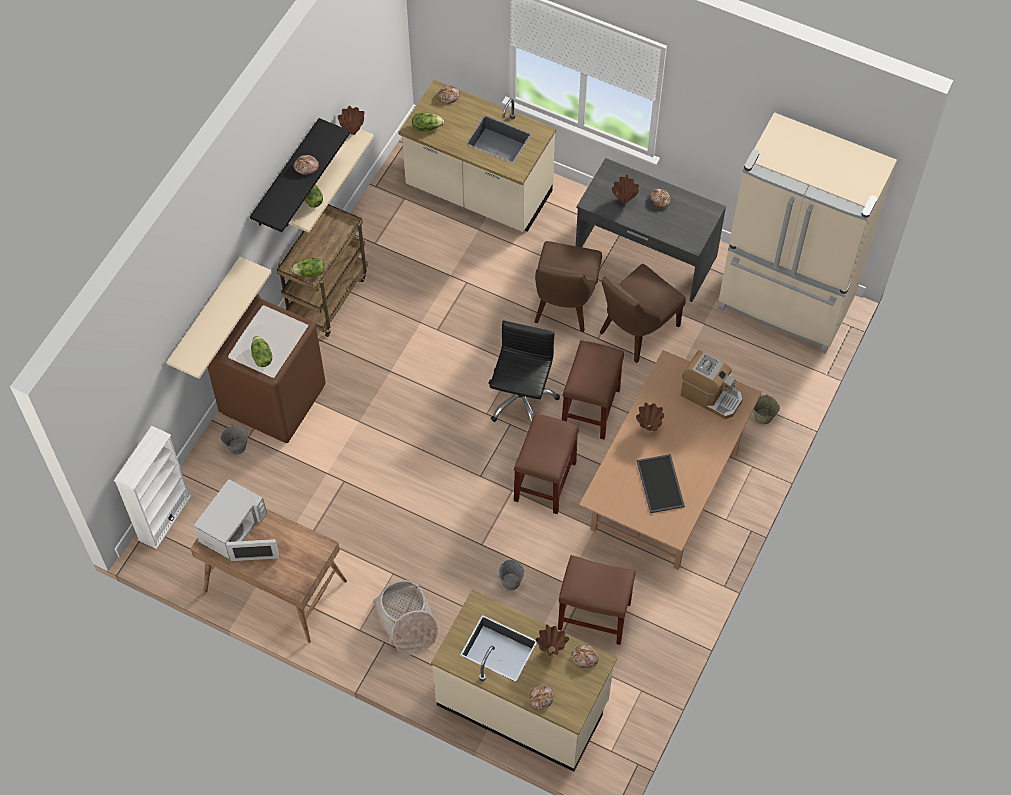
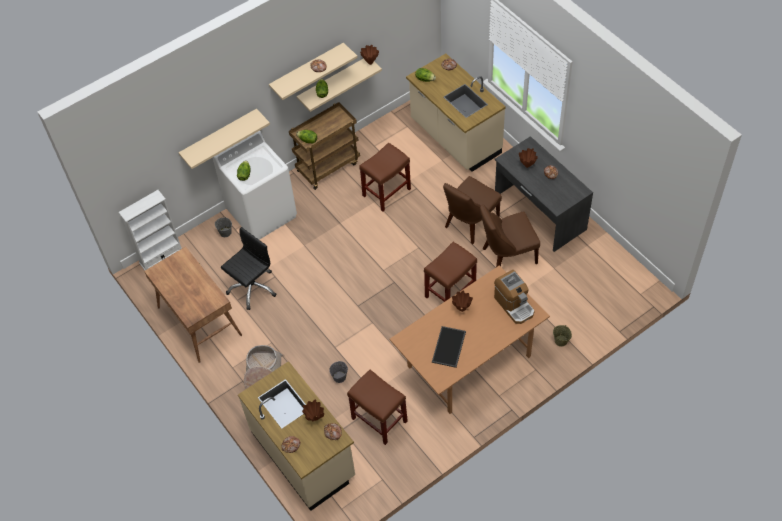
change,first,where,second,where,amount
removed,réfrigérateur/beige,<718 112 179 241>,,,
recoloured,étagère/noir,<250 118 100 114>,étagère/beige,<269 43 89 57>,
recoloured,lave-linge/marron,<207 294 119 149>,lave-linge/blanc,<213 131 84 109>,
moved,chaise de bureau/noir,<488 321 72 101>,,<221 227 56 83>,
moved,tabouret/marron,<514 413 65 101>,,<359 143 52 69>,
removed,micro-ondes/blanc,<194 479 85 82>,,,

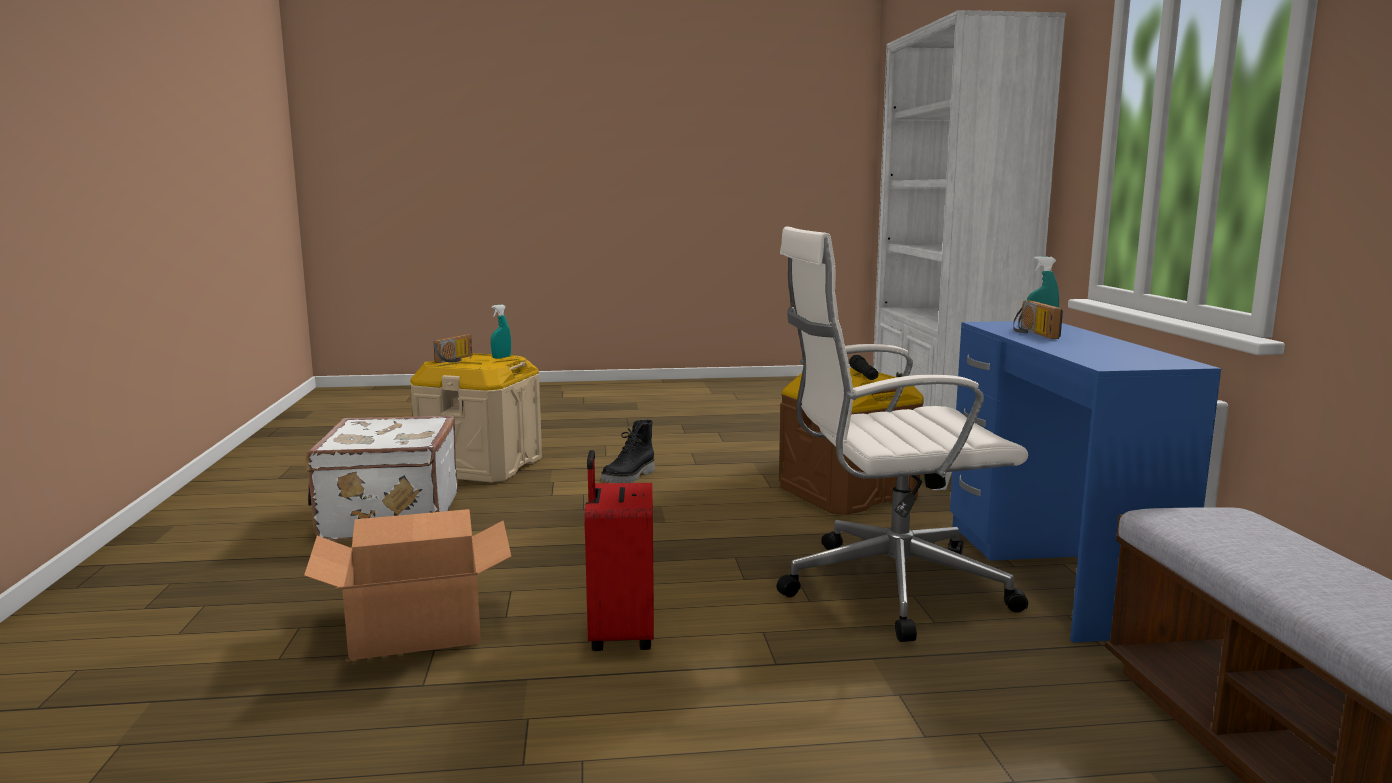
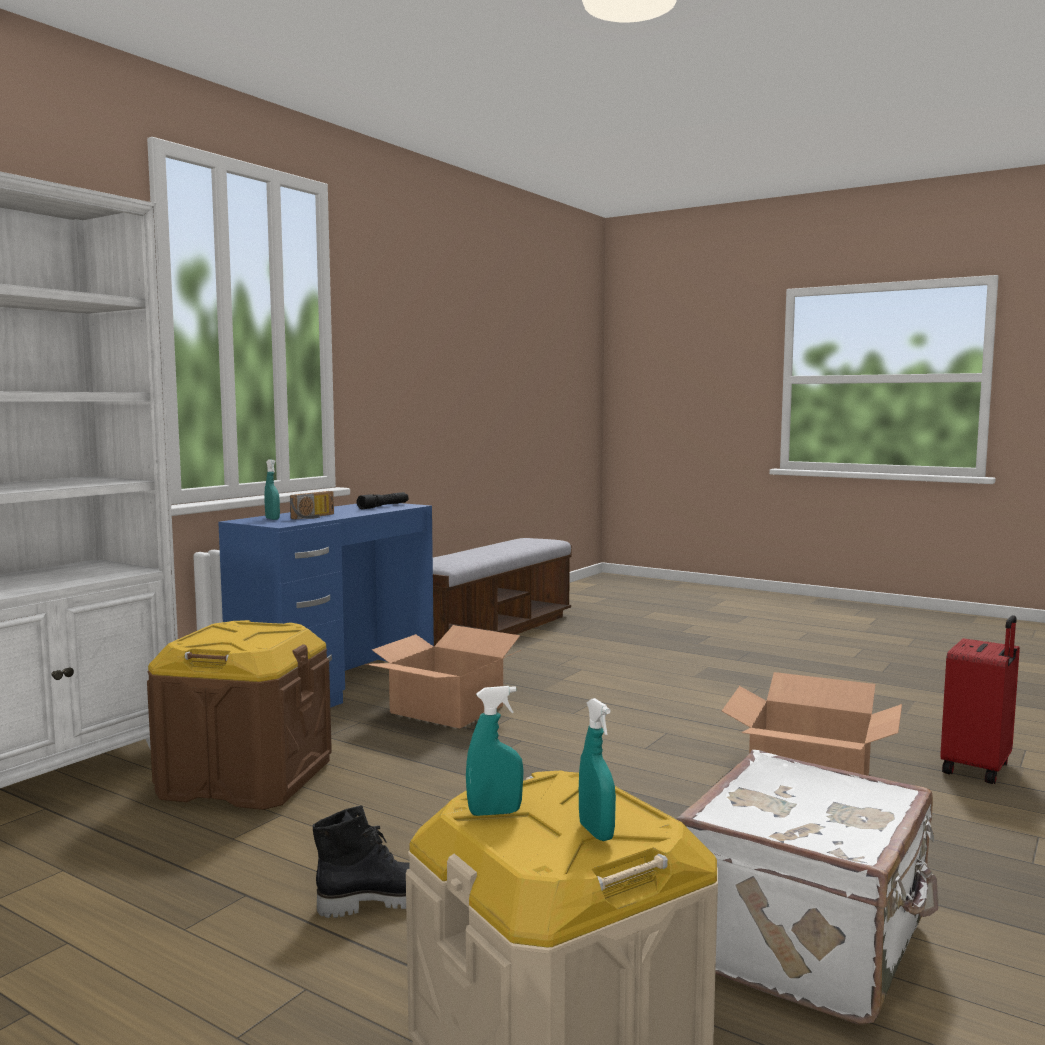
change,first,where,second,where,amount
replaced,chaise de bureau/blanc,<777 226 251 416>,carton,<365 625 156 103>,
replaced,radio,<434 334 39 29>,vaporisateur/turquoise,<579 698 37 143>,
moved,lampe de poche/noir,<849 355 29 25>,,<357 492 52 17>,
moved,valise/rouge,<584 450 70 201>,,<940 615 80 169>,

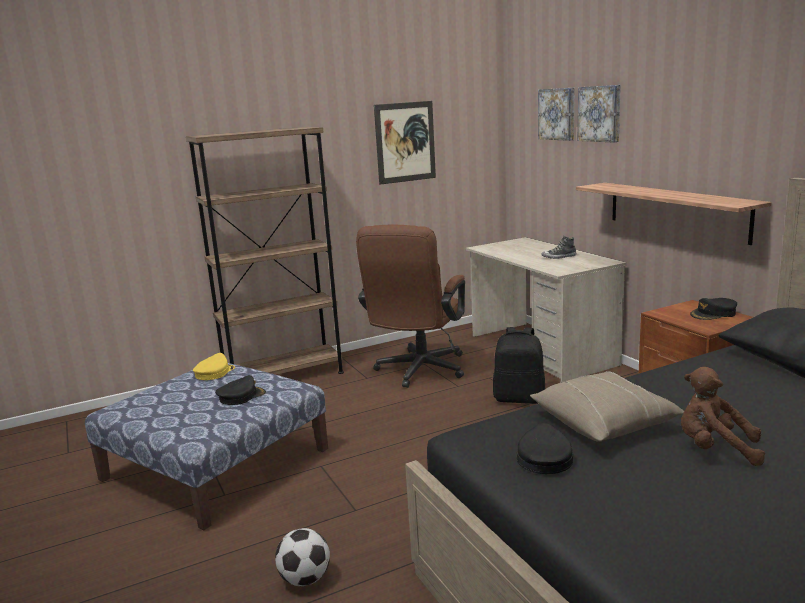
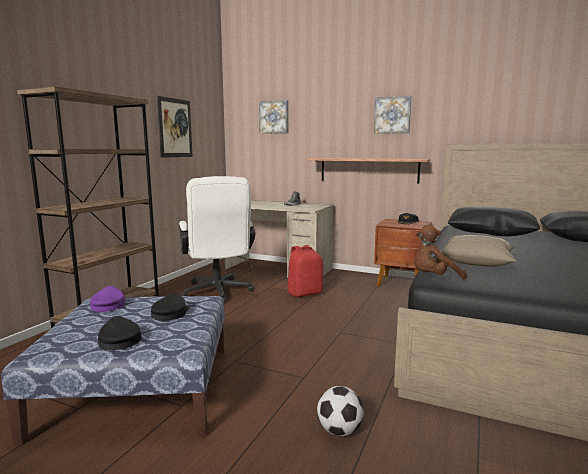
change,first,where,second,where,amount
moved,tableau,<578 85 43 58>,,<374 96 38 38>,
recoloured,chaise de bureau/marron,<356 225 109 163>,chaise de bureau/blanc,<179 176 76 127>,
recoloured,sac à dos/noir,<493 327 52 77>,sac à dos/rouge,<287 245 36 52>,
recoloured,casquette/jaune,<193 353 42 27>,casquette/violet,<90 286 36 26>,
moved,peluche/marron,<681 367 84 99>,,<414 225 53 55>,
moved,casquette/noir,<517 423 56 51>,,<98 316 43 34>,

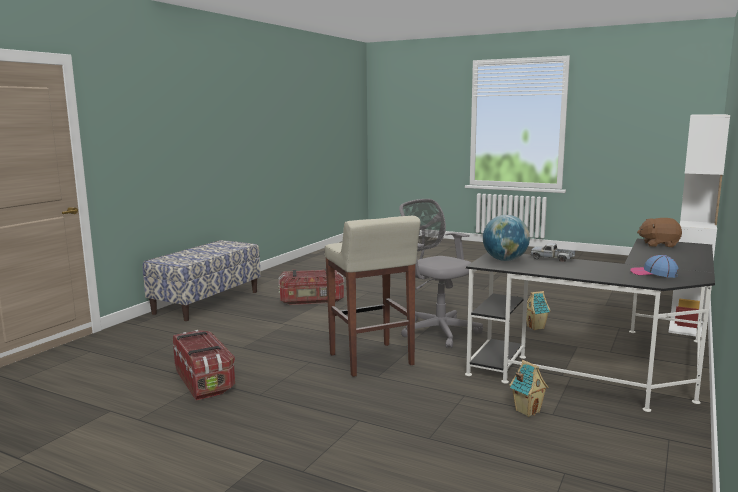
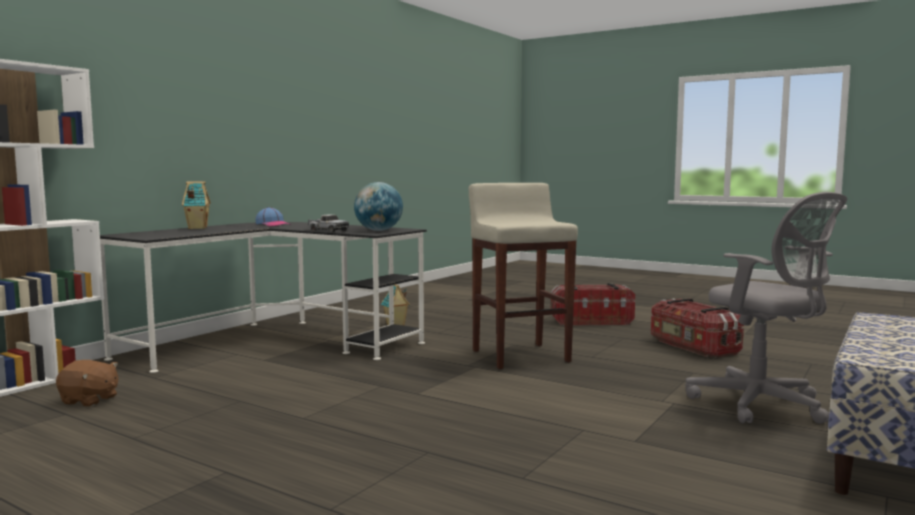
change,first,where,second,where,amount
moved,chaise de bureau/gris,<399 199 84 149>,,<685 192 162 232>,
moved,peluche/marron,<637 218 45 29>,,<56 360 63 46>,
moved,boîte de rangement,<278 268 66 37>,,<551 283 84 43>,
moved,maison miniature,<526 291 24 39>,,<182 181 29 48>,

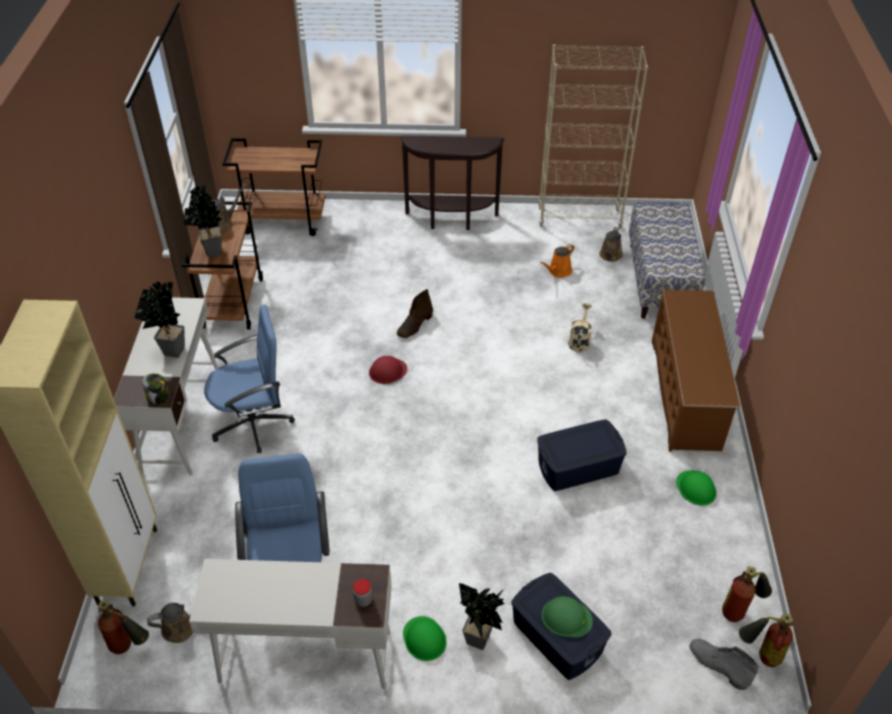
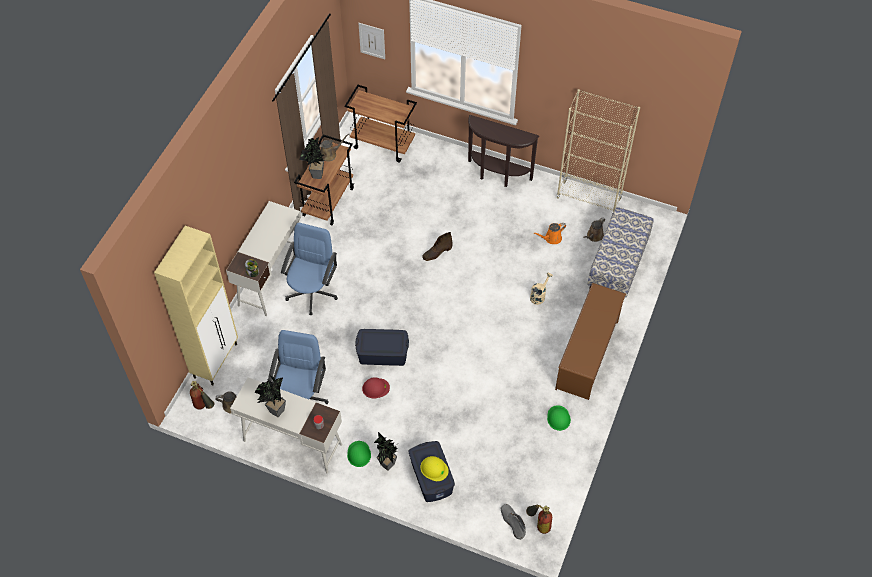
change,first,where,second,where,amount
moved,plante en pot,<134 281 51 77>,,<255 376 31 41>,
turned,chaise de bureau/bleu,<204 305 91 148>,,<281 223 57 93>,75 degrees counterclockwise
moved,casque de chantier/rouge,<369 356 38 28>,,<362 377 28 22>,
moved,boîte de rangement/bleu,<537 419 90 72>,,<355 329 54 37>,
removed,extincteur,<722 566 50 56>,,,
recoloured,casque de chantier/vert,<542 596 51 42>,casque de chantier/jaune,<420 456 29 25>,
added,,,tableau,<358 23 27 36>,

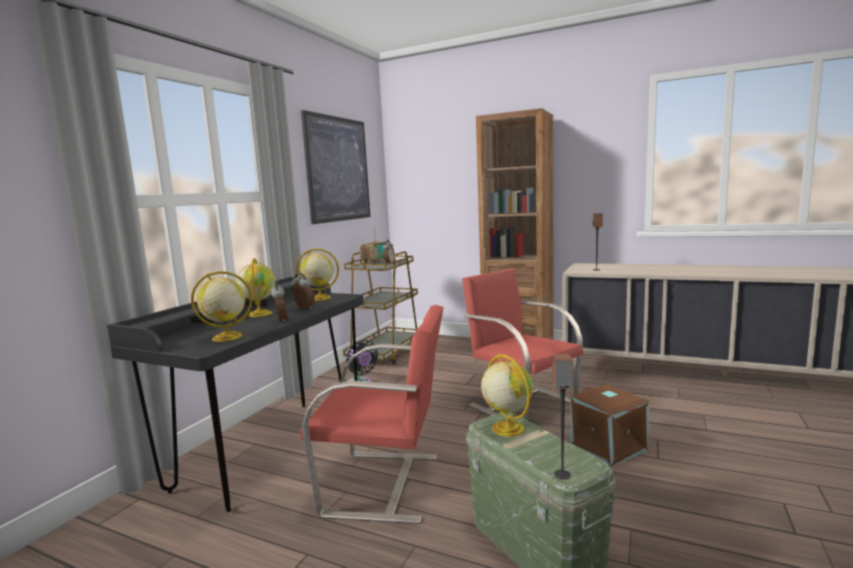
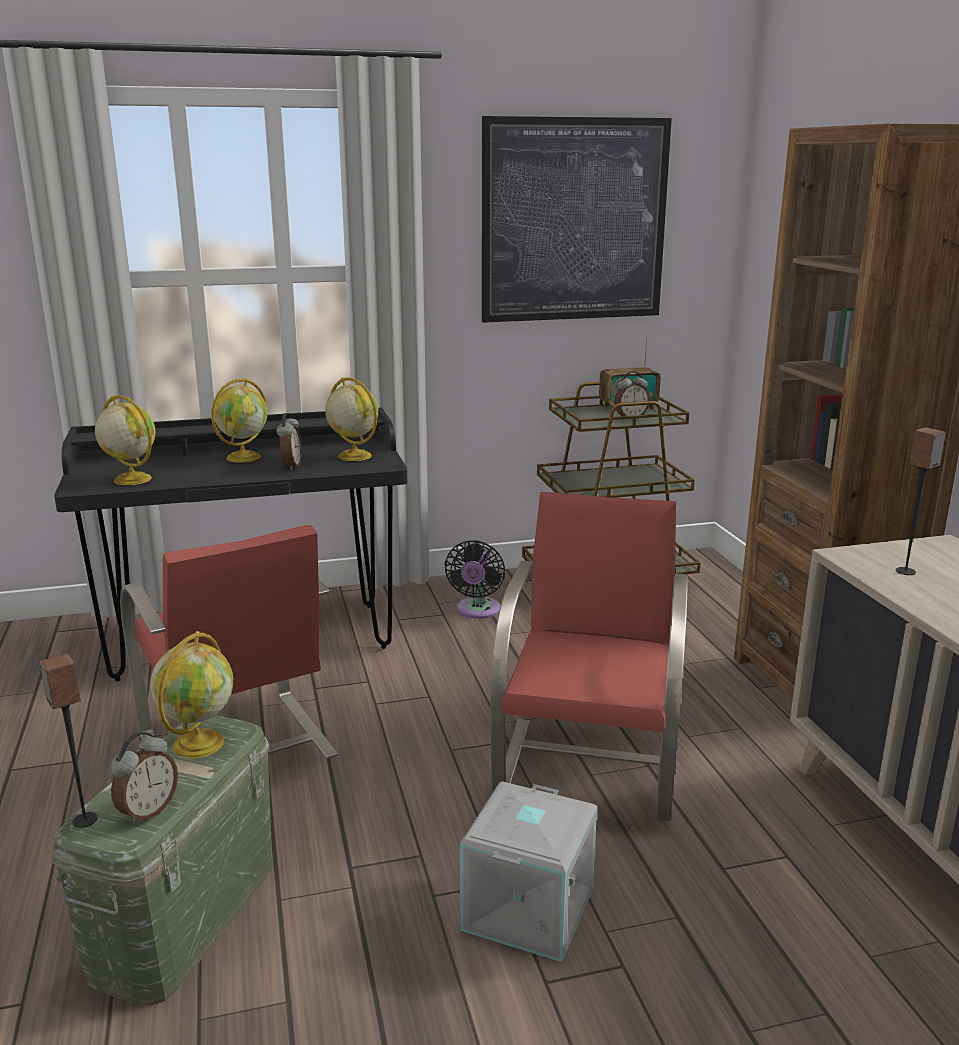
change,first,where,second,where,amount
moved,réveil,<271 281 17 42>,,<111 732 67 93>,
recoloured,boîte de rangement/marron,<571 384 78 83>,boîte de rangement/gris,<460 781 137 181>,

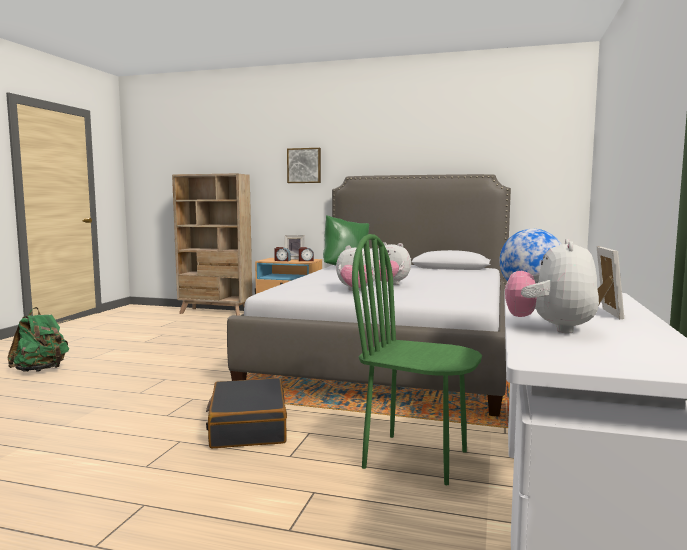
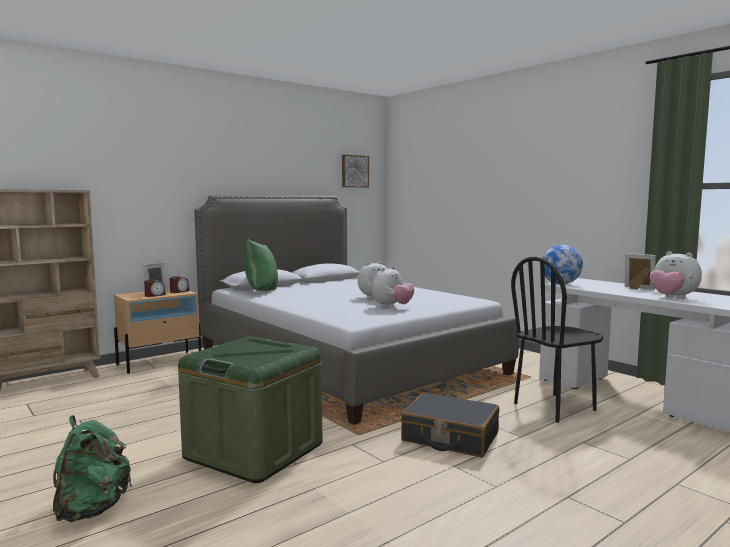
change,first,where,second,where,amount
moved,tableau,<287 148 34 35>,,<342 155 27 33>,
recoloured,chaise/vert,<352 234 130 251>,chaise/noir,<511 257 92 166>,
added,,,boîte de rangement/vert,<178 336 144 147>,

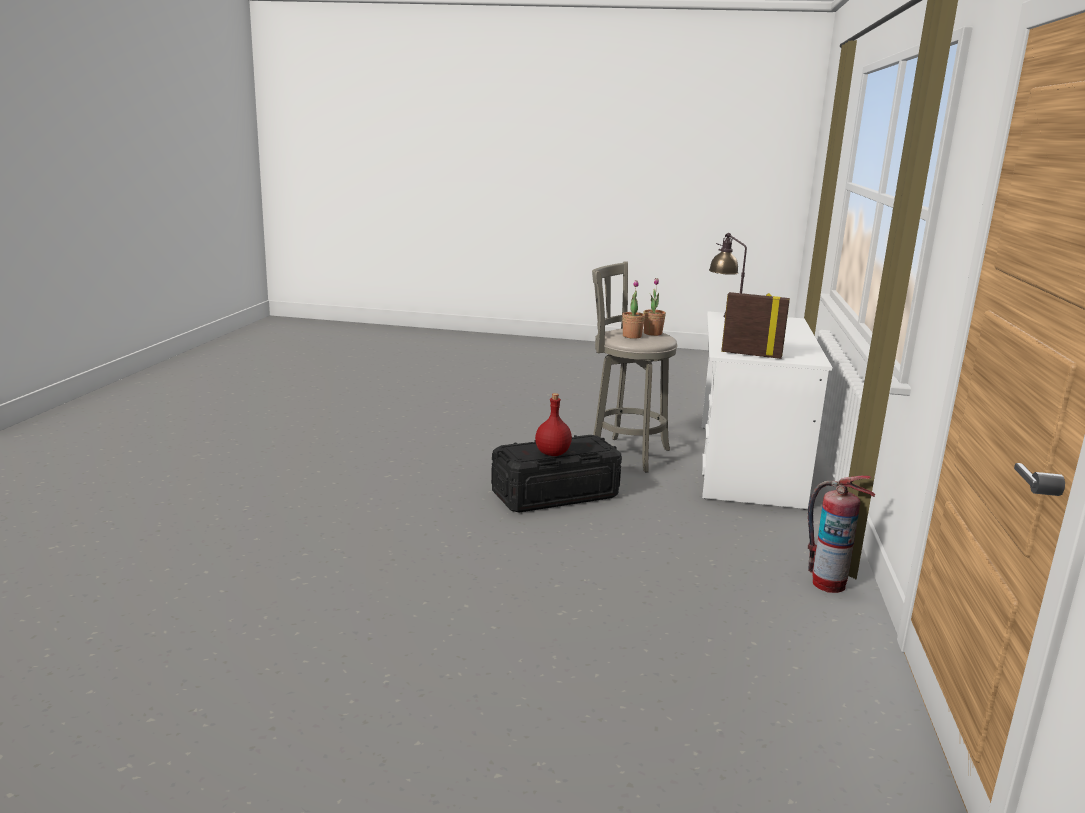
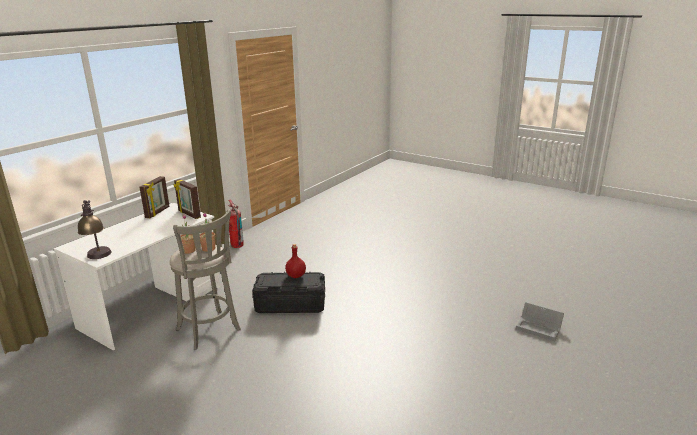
change,first,where,second,where,amount
added,,,cadre photo,<140 176 30 42>,
added,,,boîte de rangement/gris,<516 302 48 40>,

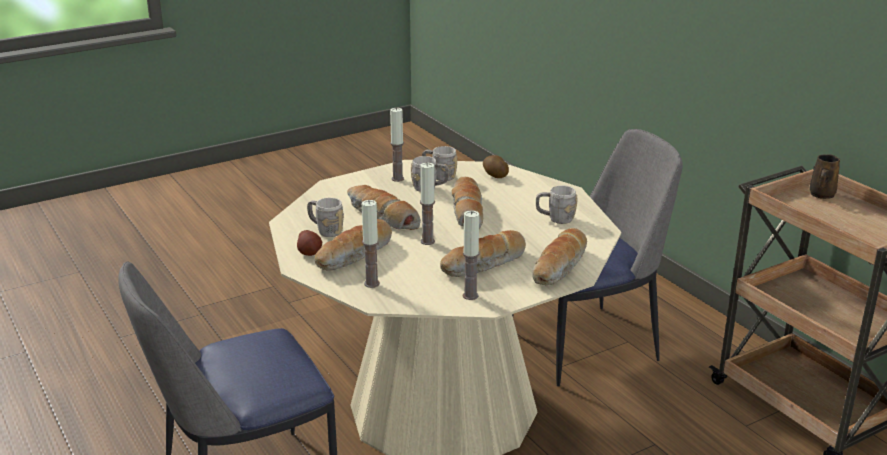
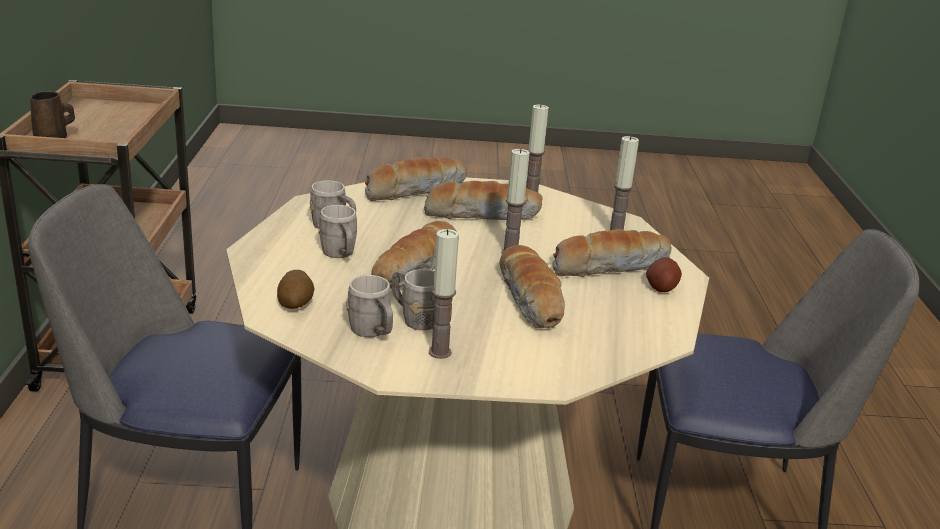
change,first,where,second,where,amount
moved,mug/gris,<307 198 37 39>,,<318 205 39 53>,

